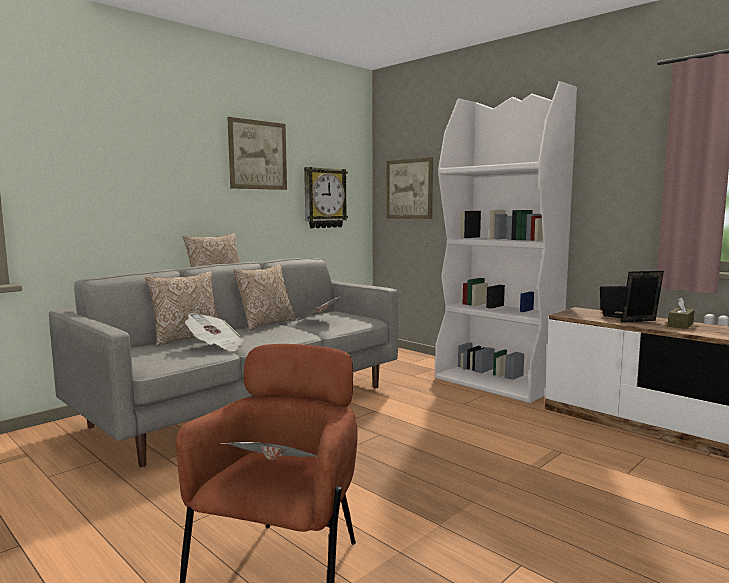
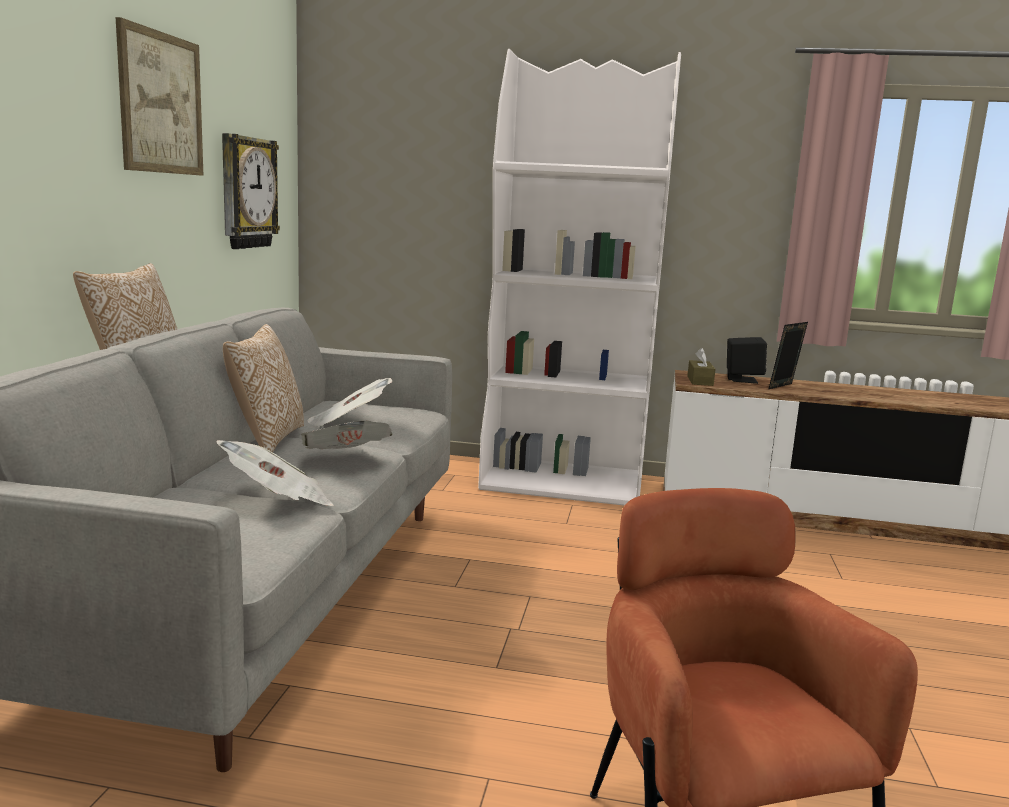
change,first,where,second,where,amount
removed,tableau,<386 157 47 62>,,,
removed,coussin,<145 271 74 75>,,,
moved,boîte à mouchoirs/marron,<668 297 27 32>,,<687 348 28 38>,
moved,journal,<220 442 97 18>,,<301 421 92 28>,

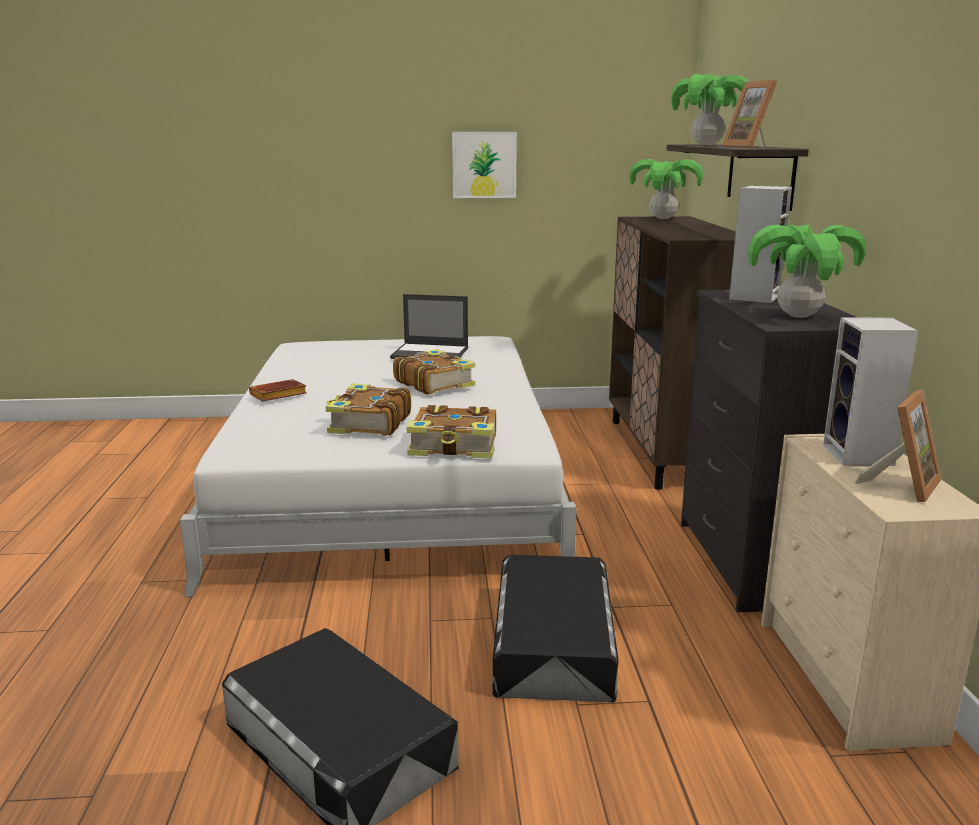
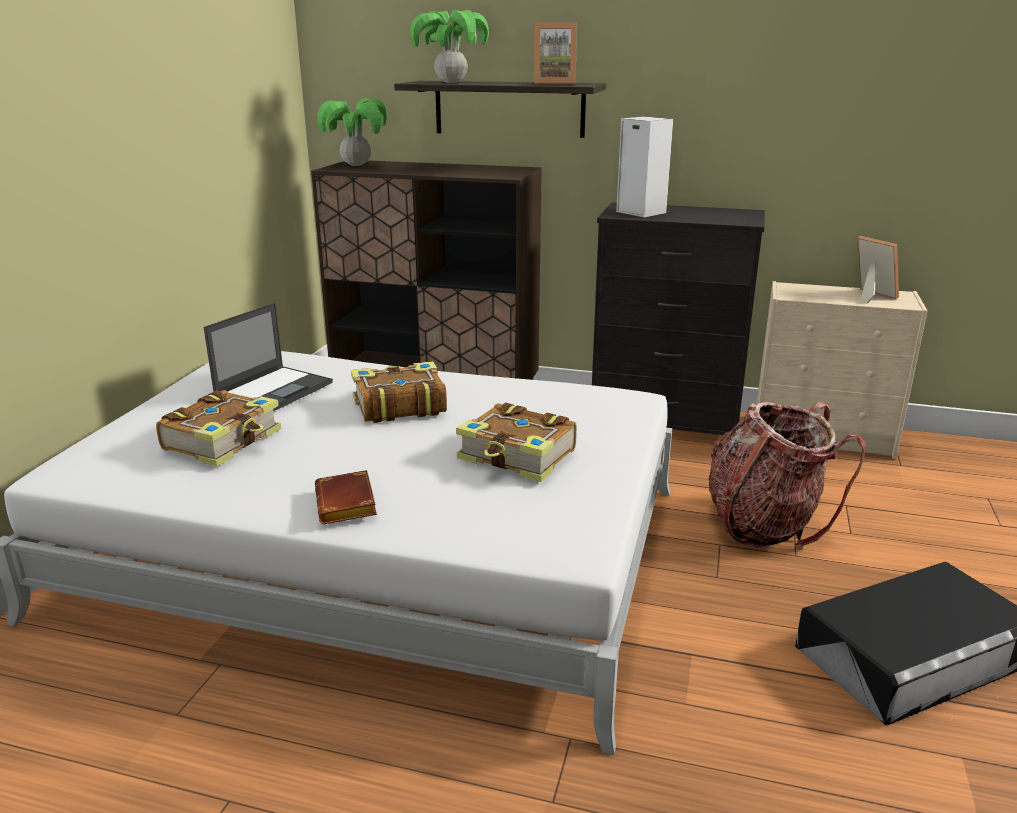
change,first,where,second,where,amount
removed,tableau,<452 132 65 66>,,,
removed,plante en pot,<748 225 118 93>,,,
removed,enceinte,<823 317 95 149>,,,
moved,livre,<406 405 90 53>,,<156 390 125 77>,
replaced,boîte de rangement/noir,<492 555 127 147>,sac à dos,<708 402 158 146>,

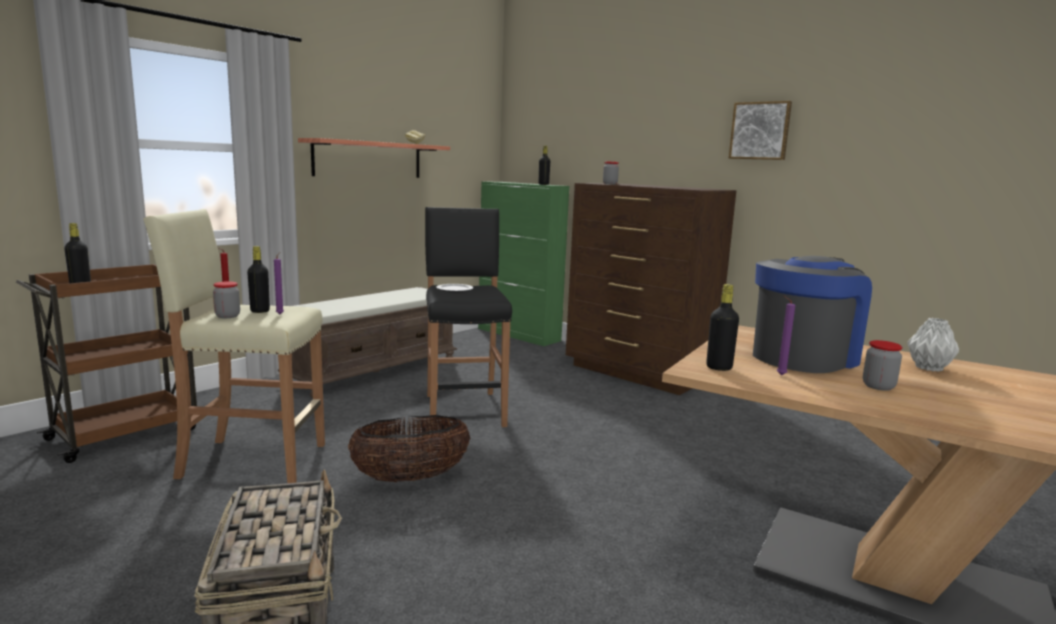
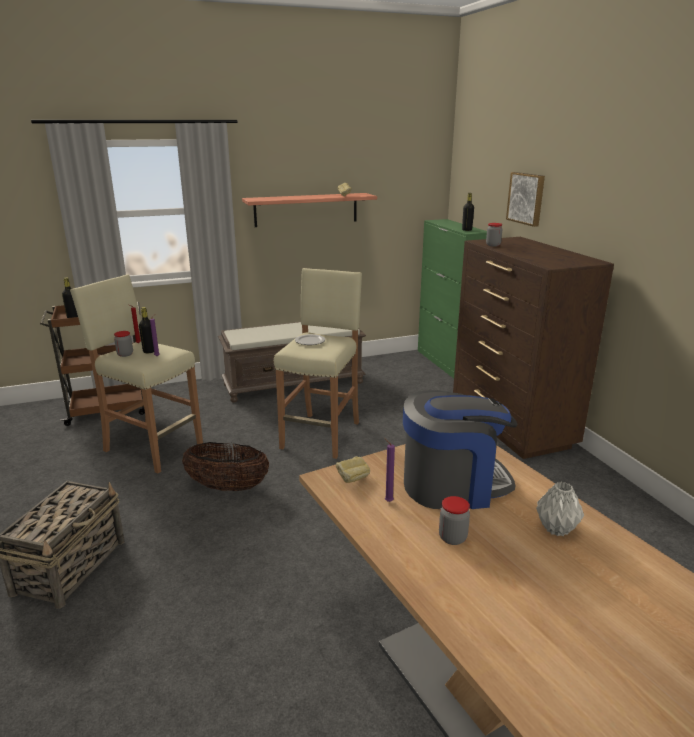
change,first,where,second,where,amount
moved,tableau,<729 101 63 59>,,<506 172 39 55>,
recoloured,tabouret/noir,<425 207 87 224>,tabouret/beige,<274 268 88 191>,
replaced,bouteille/noir,<706 284 33 87>,pain,<336 456 34 27>,

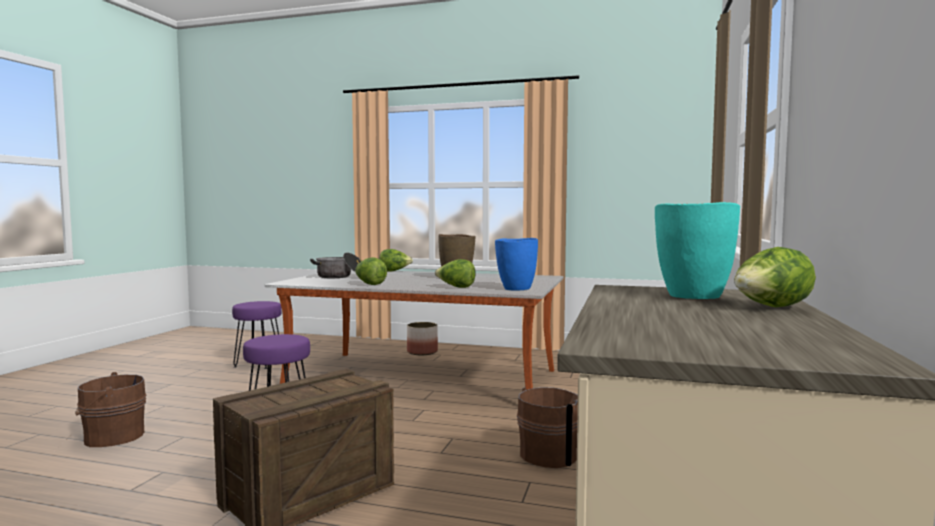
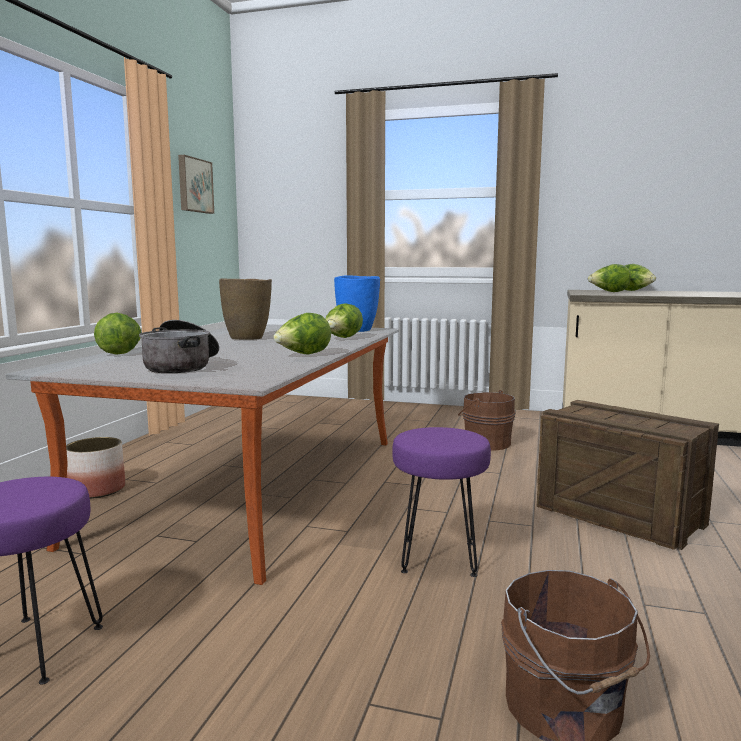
change,first,where,second,where,amount
replaced,vase/turquoise,<655 202 85 97>,laitue,<588 264 43 28>,
added,,,tableau,<178 155 36 59>,

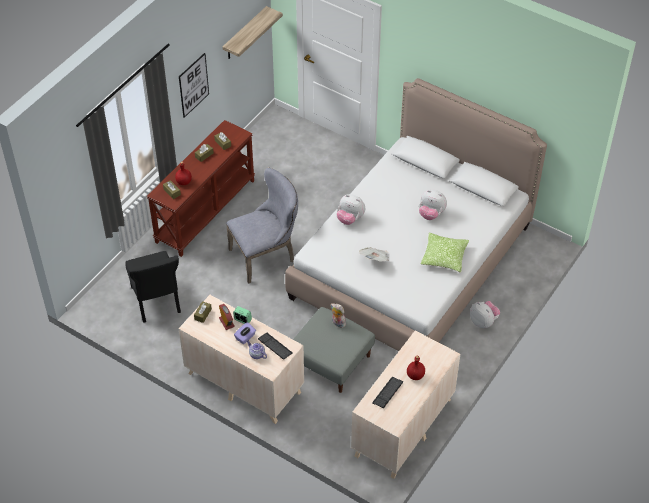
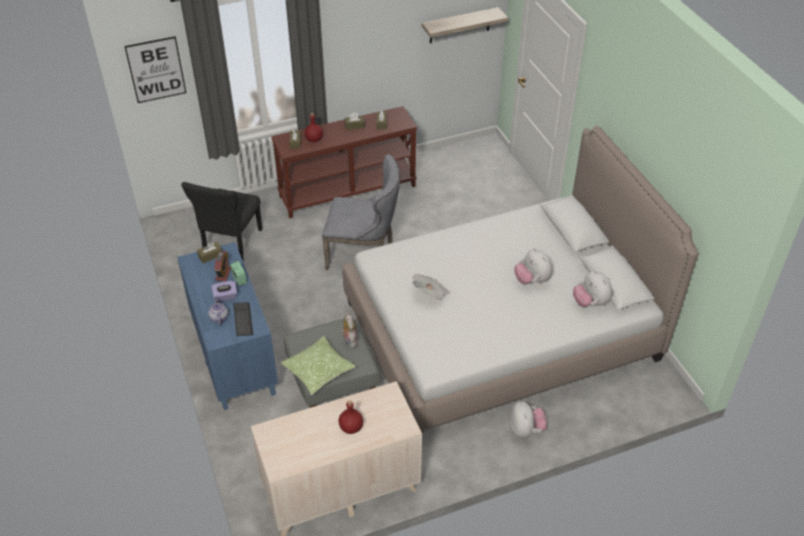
change,first,where,second,where,amount
moved,tableau,<179 53 30 65>,,<124 36 62 67>,
moved,peluche,<337 194 28 31>,,<573 270 40 37>,
moved,coussin,<421 233 48 40>,,<281 336 75 59>,
recoloured,commode/beige,<178 295 126 129>,commode/bleu,<177 242 101 168>,
removed,clavier,<372 377 31 31>,,,

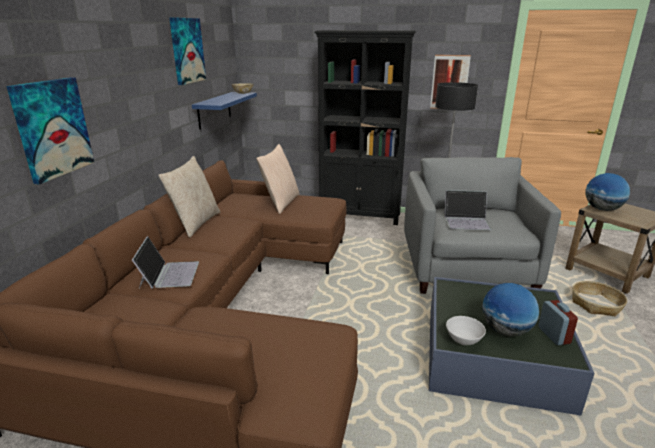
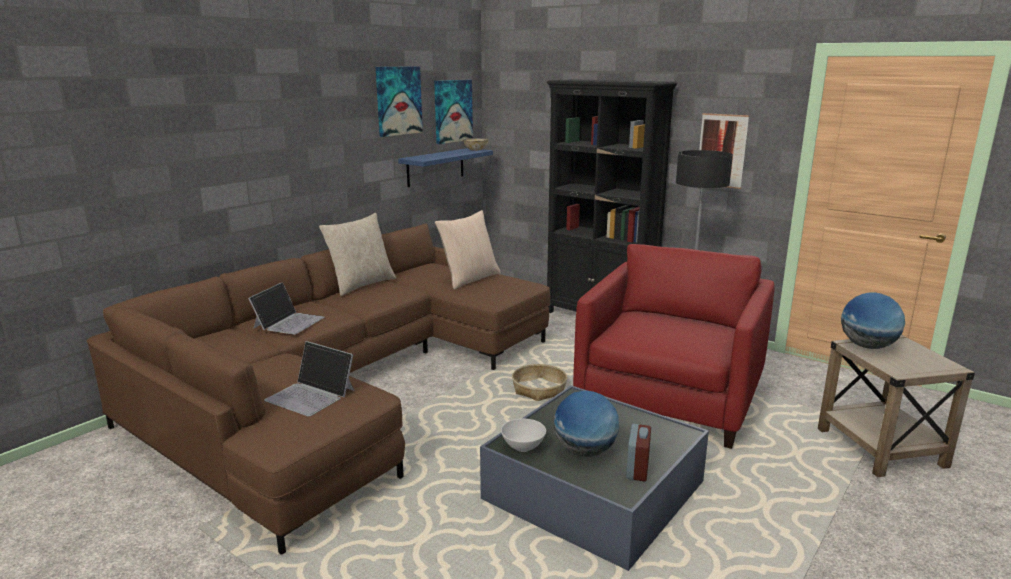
change,first,where,second,where,amount
moved,tableau,<6 77 88 108>,,<434 80 39 64>,
recoloured,fauteuil/gris,<404 157 157 137>,fauteuil/rouge,<573 244 202 205>,
moved,ordinateur portable,<444 190 48 40>,,<264 341 91 75>,
moved,panier,<572 281 55 35>,,<512 364 55 37>,

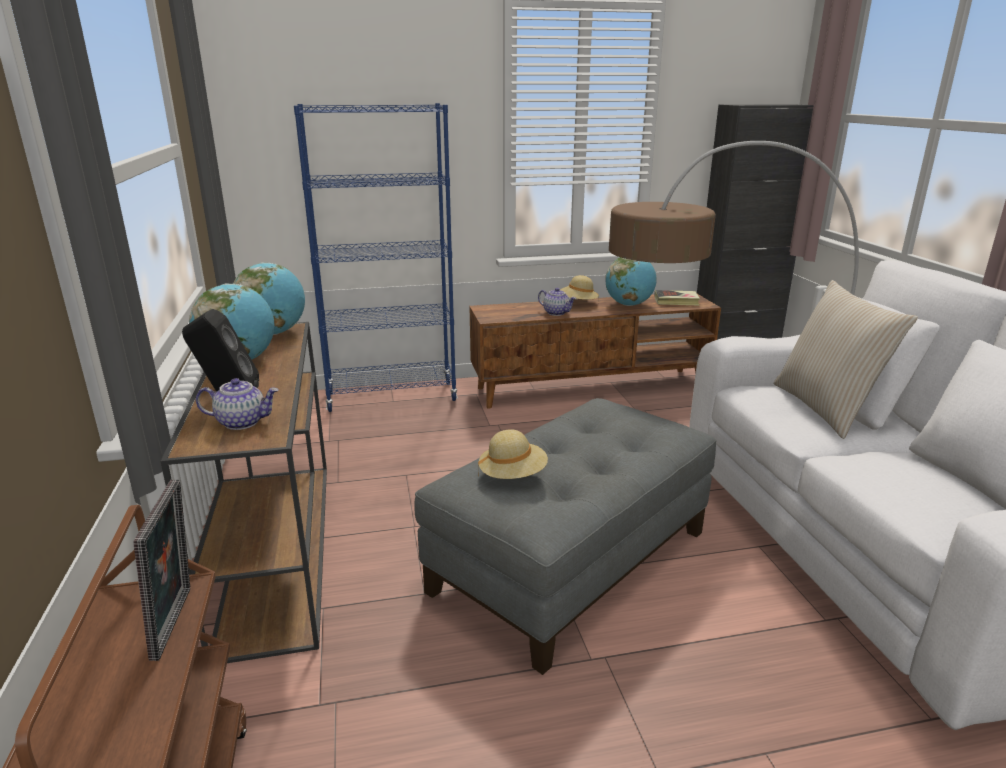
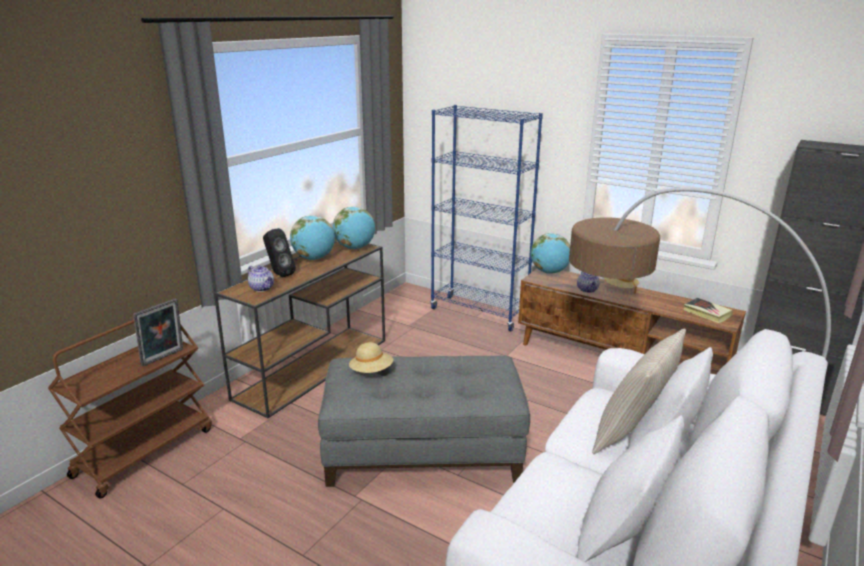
change,first,where,second,where,amount
moved,globe,<605 257 52 49>,,<531 233 39 41>,

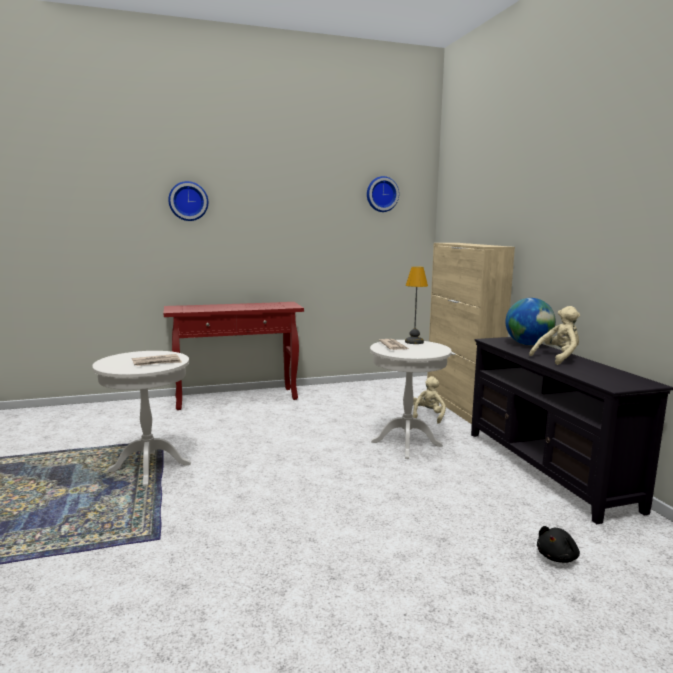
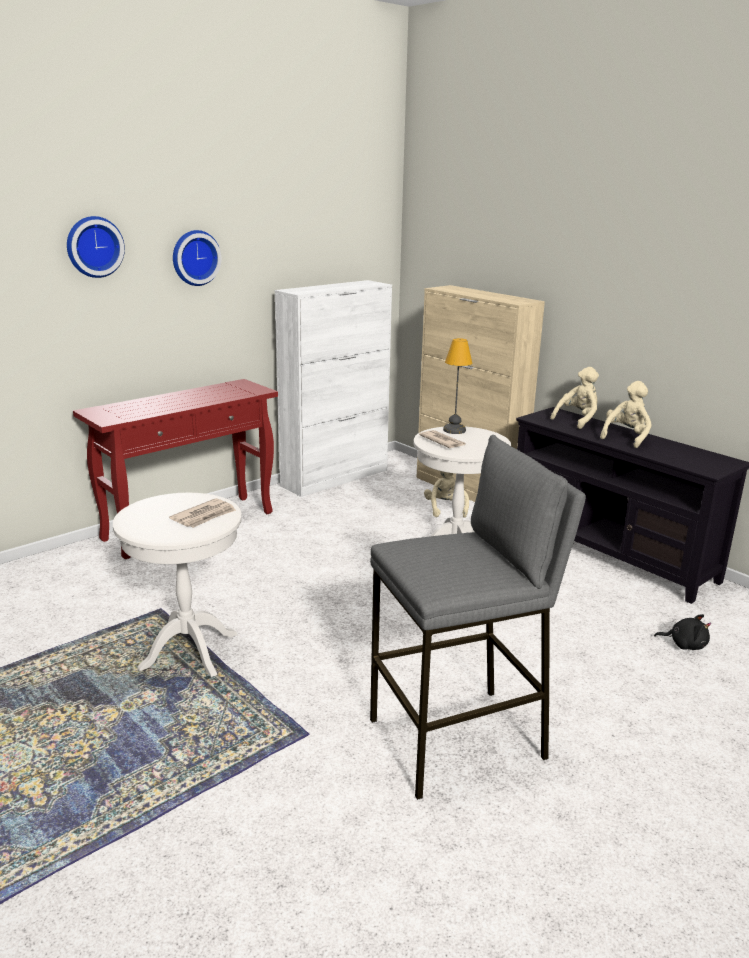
change,first,where,second,where,amount
moved,horloge murale,<367 176 32 36>,,<173 230 48 56>,
replaced,globe,<505 298 51 47>,peluche/beige,<550 367 49 62>,
turned,peluche/noir,<537 526 43 37>,,<654 614 57 36>,90 degrees counterclockwise
added,,,meuble de rangement/blanc,<274 280 118 217>,
added,,,tabouret/gris,<370 435 216 365>,

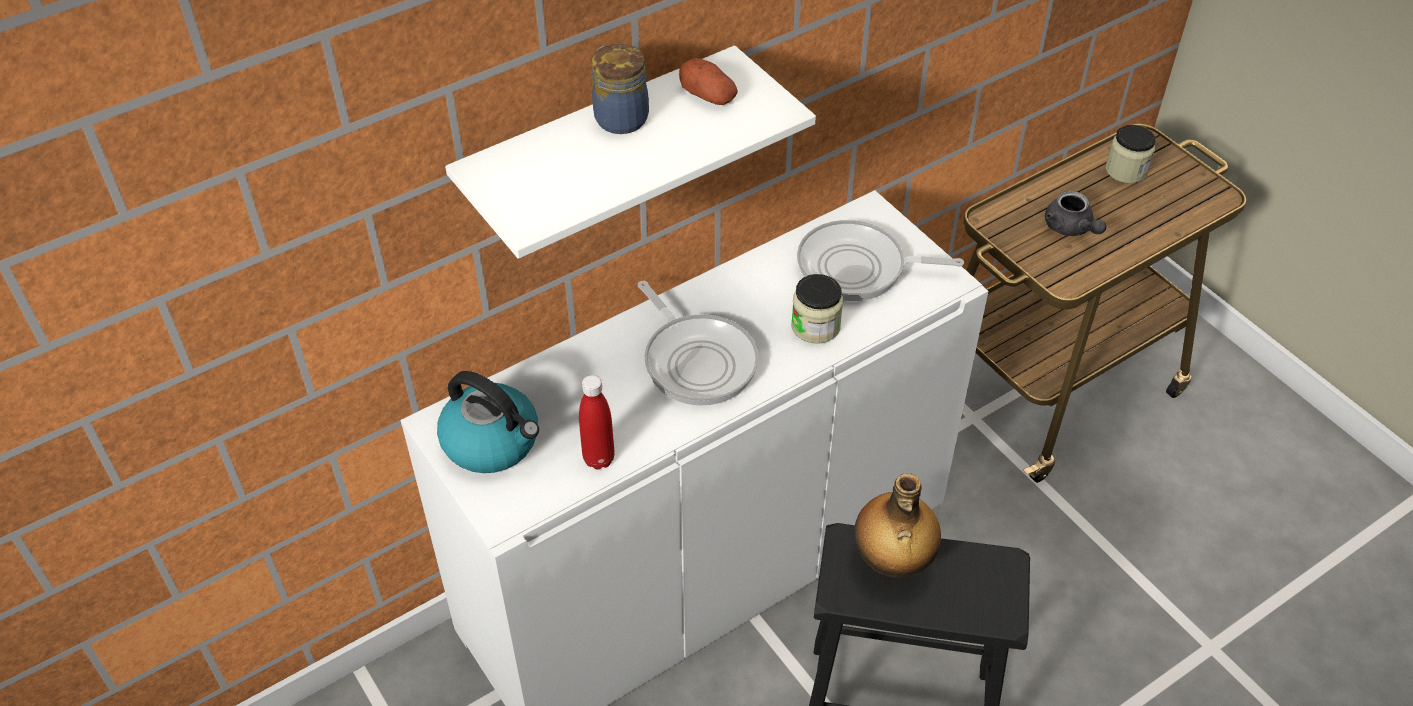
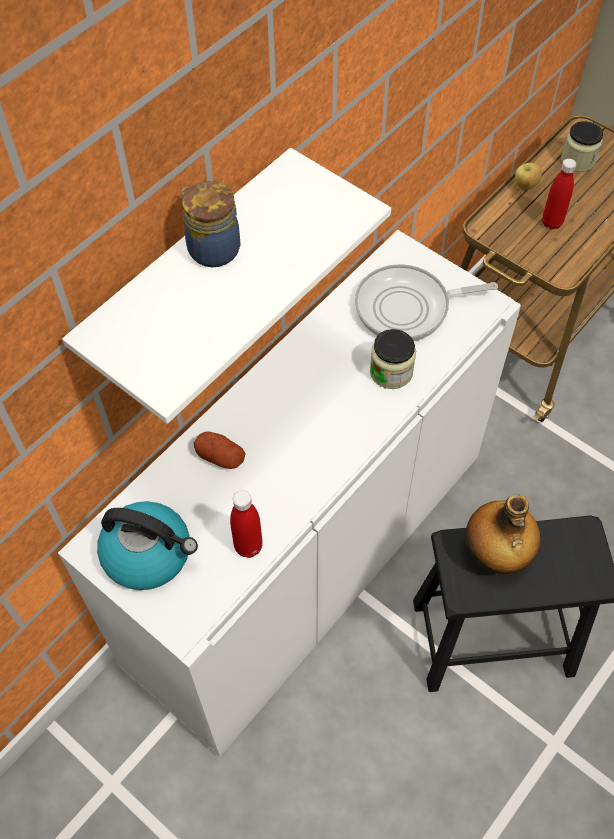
change,first,where,second,where,amount
moved,pomme de terre,<679 58 59 47>,,<194 432 52 37>,
replaced,théière/gris,<1045 191 61 45>,bouteille/rouge,<542 158 34 71>,
removed,poêle,<637 281 122 125>,,,
added,,,pomme,<515 163 27 27>,

